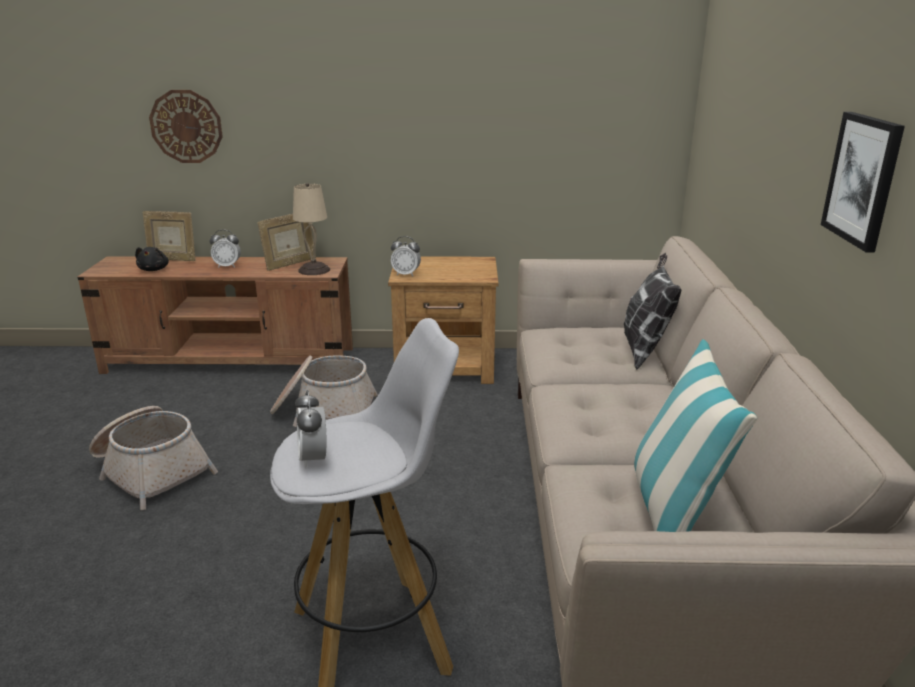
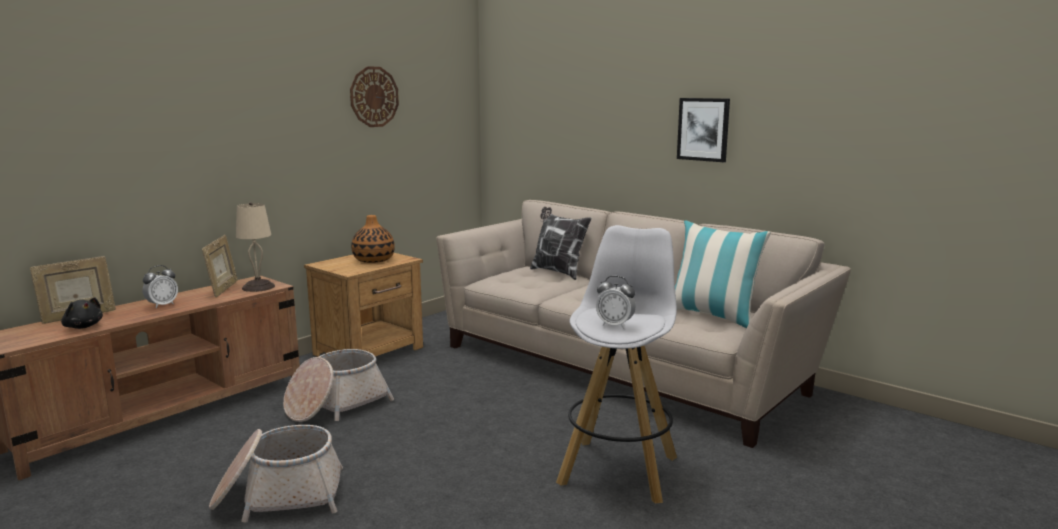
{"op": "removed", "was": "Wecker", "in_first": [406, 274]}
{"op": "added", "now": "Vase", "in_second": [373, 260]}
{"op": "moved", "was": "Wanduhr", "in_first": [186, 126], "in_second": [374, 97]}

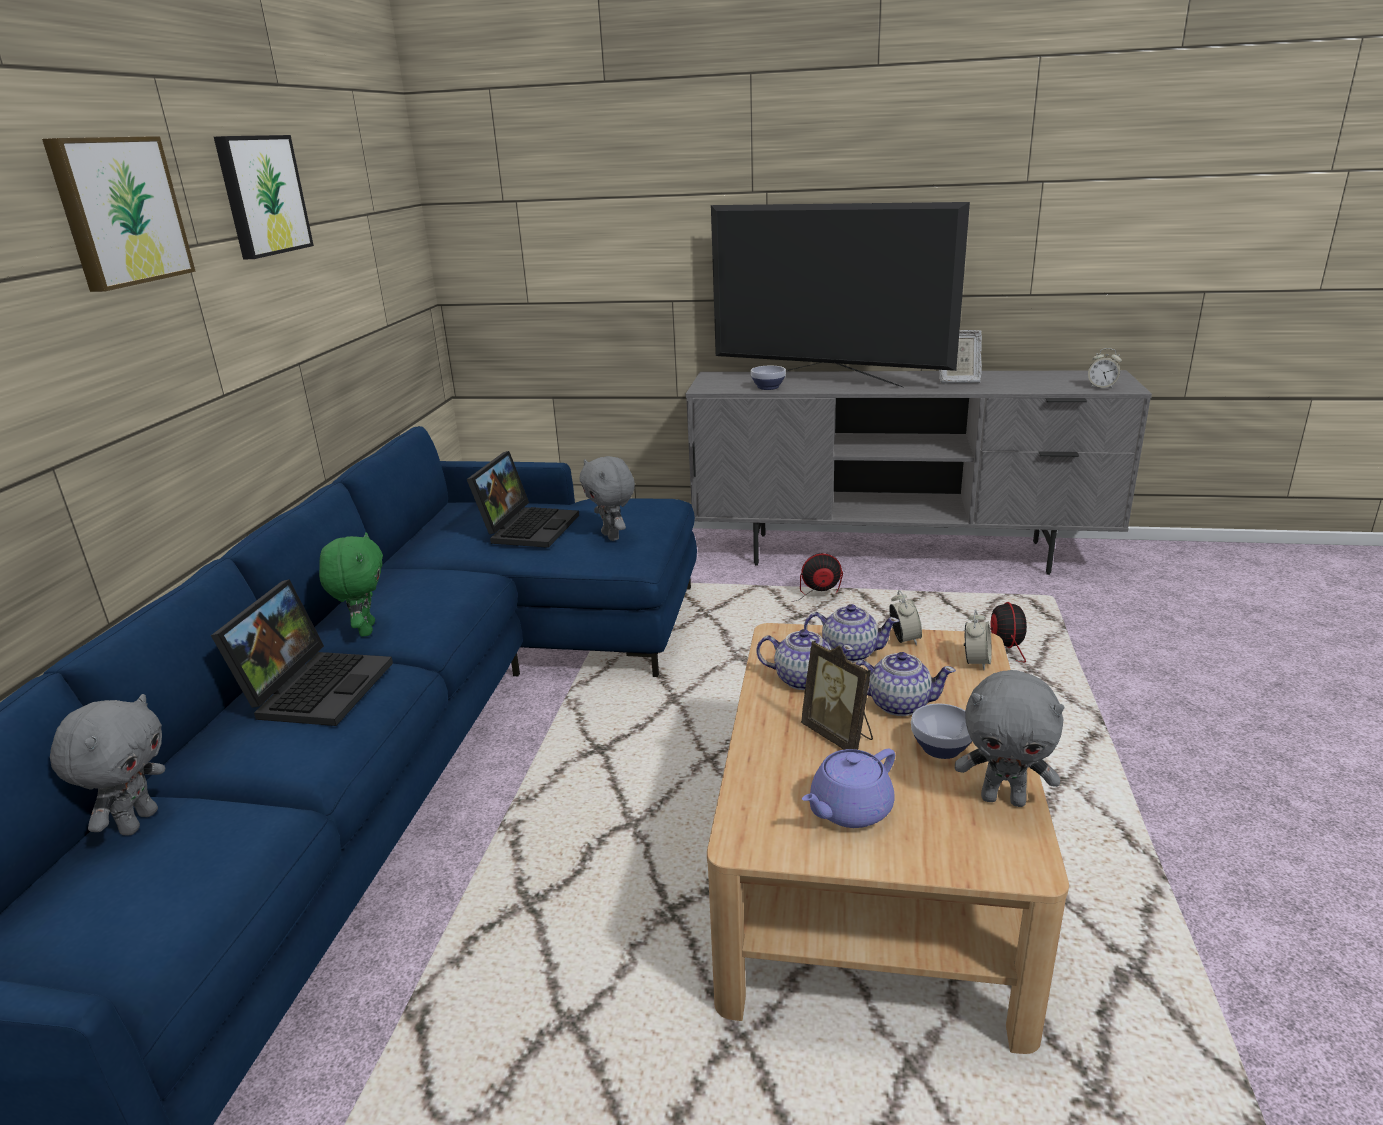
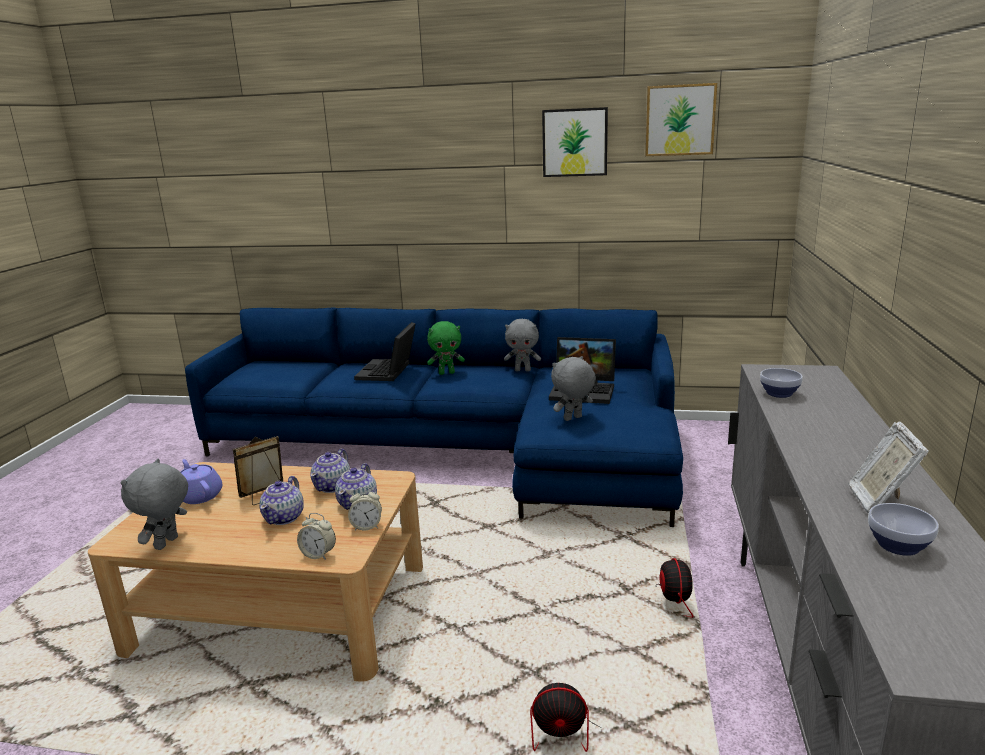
{"op": "removed", "was": "Fernseher", "in_first": [829, 381]}
{"op": "removed", "was": "Wecker", "in_first": [1102, 387]}
{"op": "moved", "was": "Bild", "in_first": [118, 211], "in_second": [679, 120]}
{"op": "moved", "was": "Plüschtier (grau)", "in_first": [137, 822], "in_second": [523, 370]}
{"op": "moved", "was": "Schüssel", "in_first": [940, 746], "in_second": [900, 545]}
{"op": "turned", "was": "Laptop", "in_first": [316, 687], "in_second": [388, 372], "clockwise": 90}

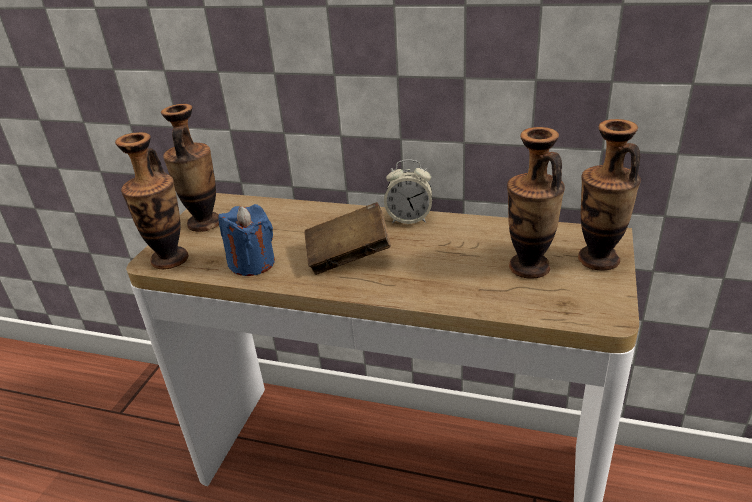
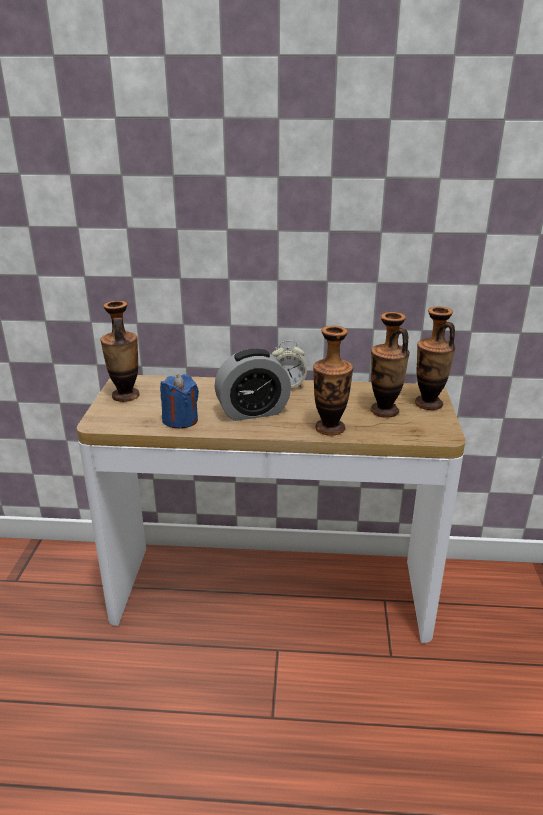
{"op": "moved", "was": "Vase", "in_first": [169, 259], "in_second": [330, 428]}
{"op": "replaced", "was": "Buch (braun)", "now": "Wecker", "in_first": [348, 256], "in_second": [253, 412]}

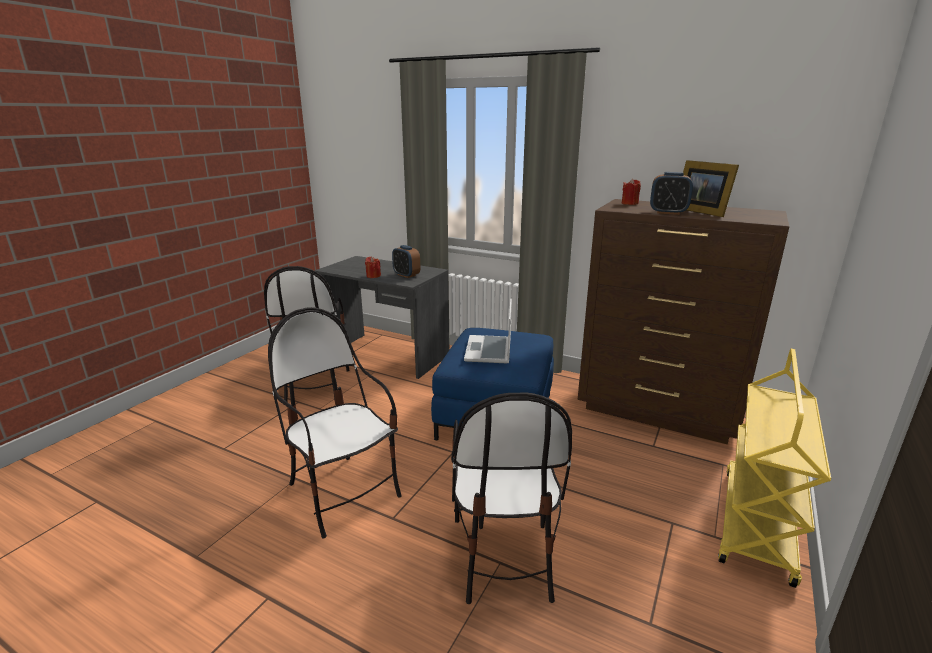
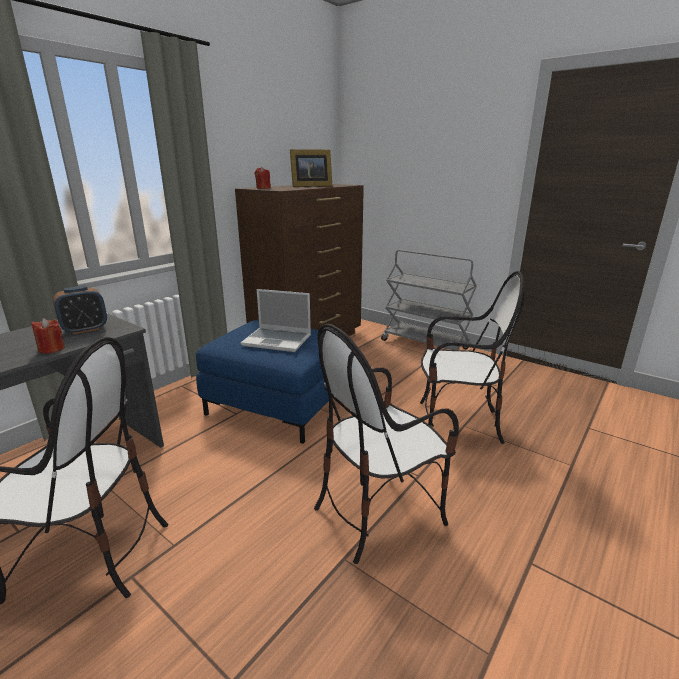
{"op": "removed", "was": "Wecker", "in_first": [668, 212]}
{"op": "recoloured", "was": "Rollwagen (gelb)", "now": "Rollwagen (grau)", "in_first": [757, 525], "in_second": [425, 344]}

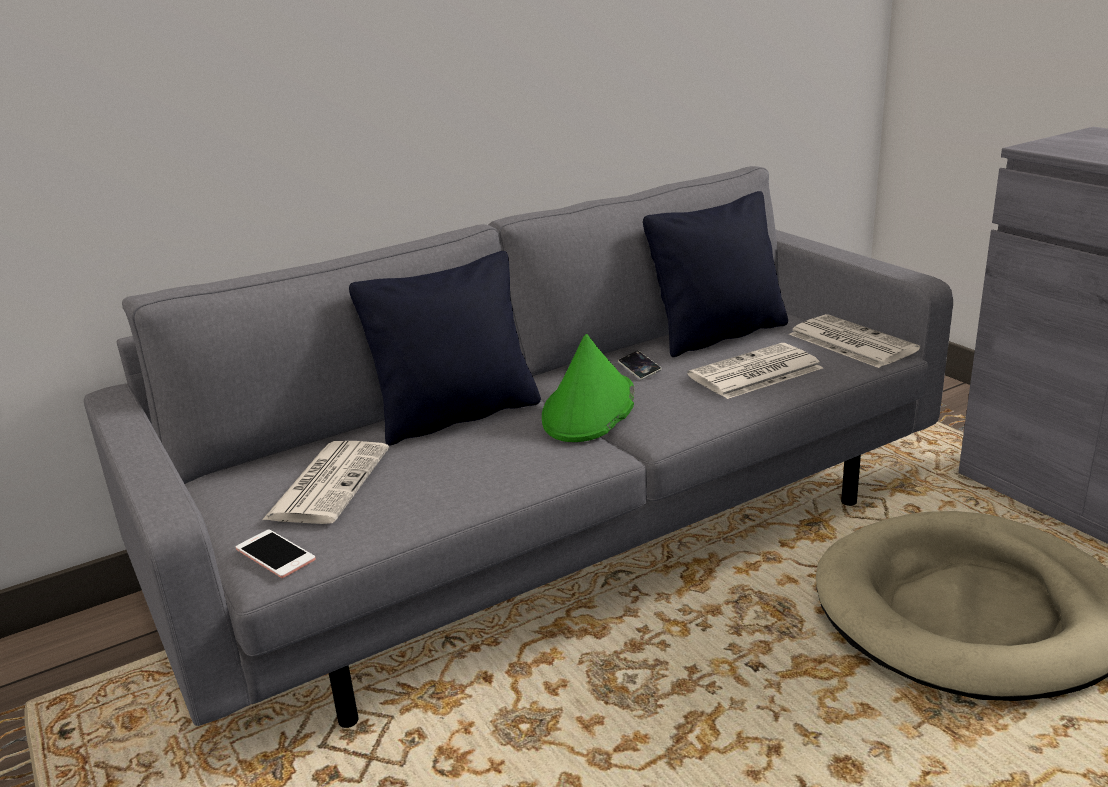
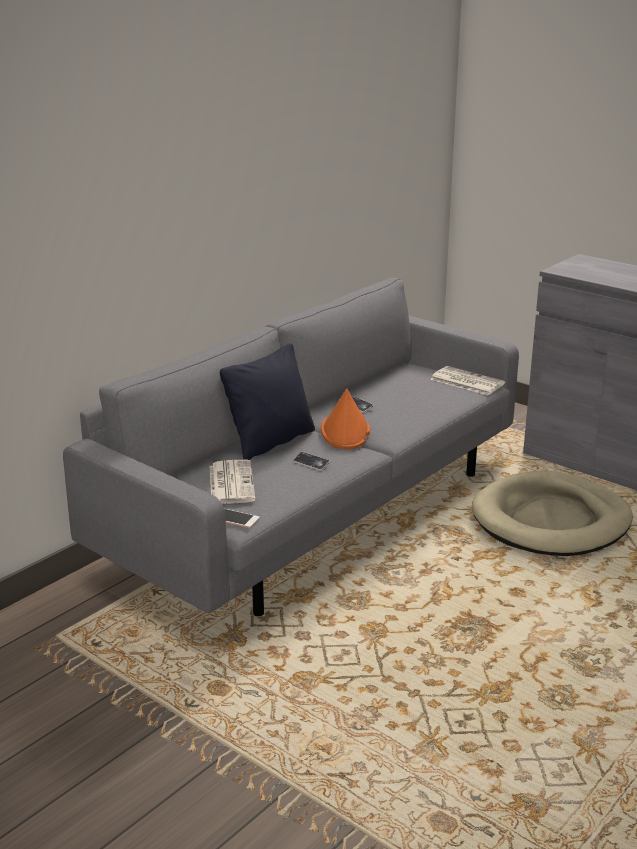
{"op": "removed", "was": "Kissen (schwarz)", "in_first": [718, 335]}
{"op": "removed", "was": "Zeitung", "in_first": [754, 373]}
{"op": "added", "now": "Handy", "in_second": [311, 463]}
{"op": "recoloured", "was": "Hut (grün)", "now": "Hut (orange)", "in_first": [589, 409], "in_second": [345, 431]}

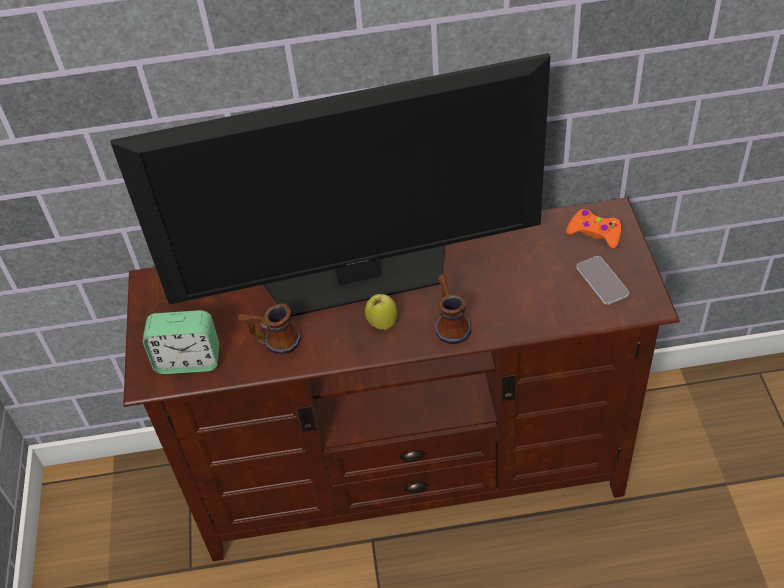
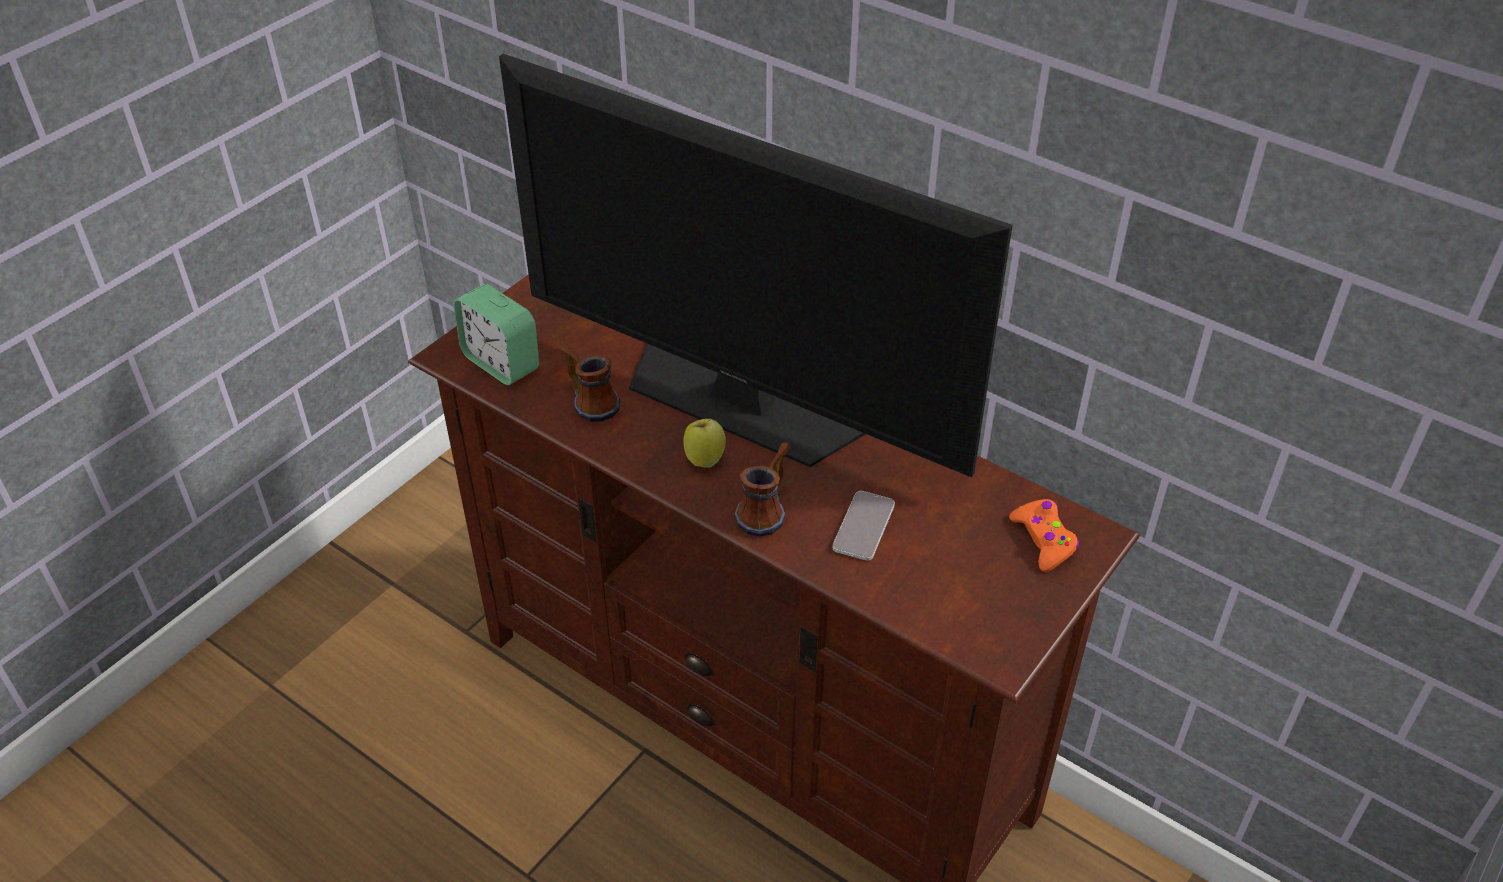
{"op": "moved", "was": "Handy", "in_first": [602, 281], "in_second": [863, 527]}

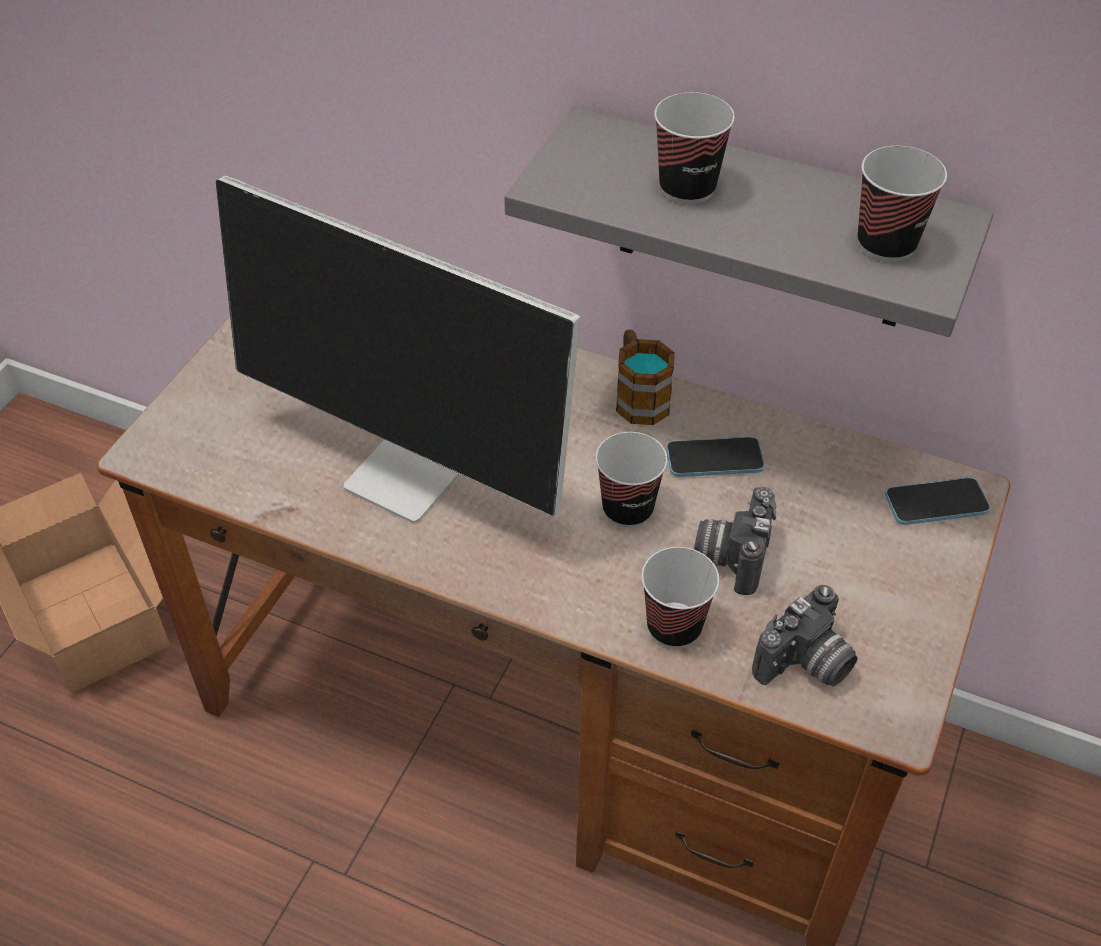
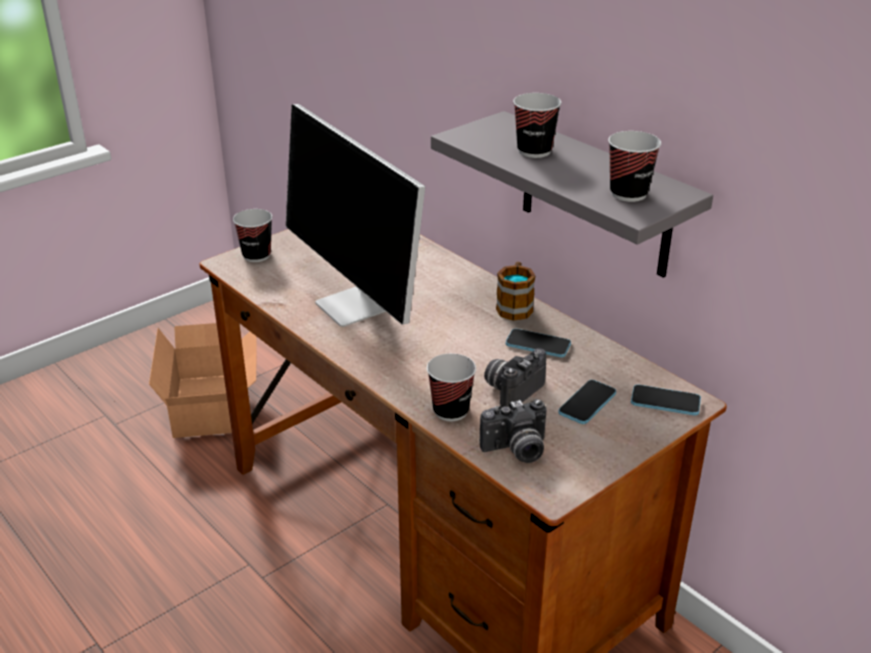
{"op": "added", "now": "Handy", "in_second": [587, 403]}
{"op": "moved", "was": "Tasse", "in_first": [627, 509], "in_second": [256, 255]}

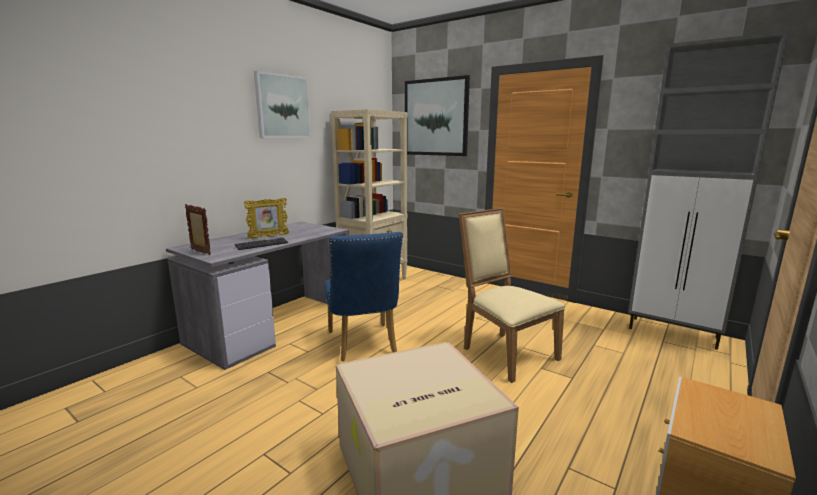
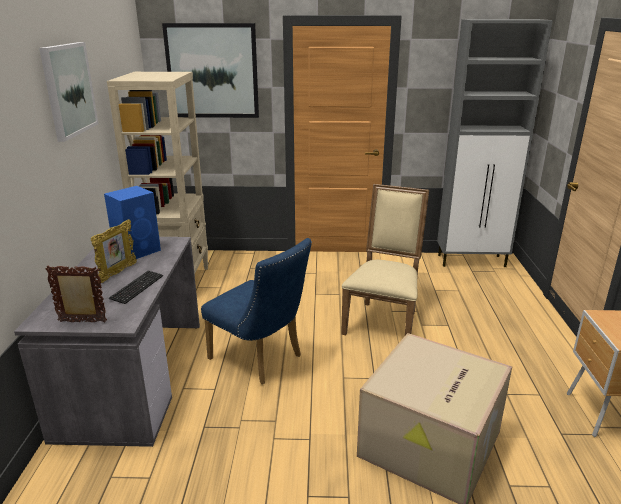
{"op": "added", "now": "Lautsprecher (blau)", "in_second": [138, 251]}
{"op": "turned", "was": "Stuhl (beige)", "in_first": [504, 352], "in_second": [383, 321], "clockwise": 90}

